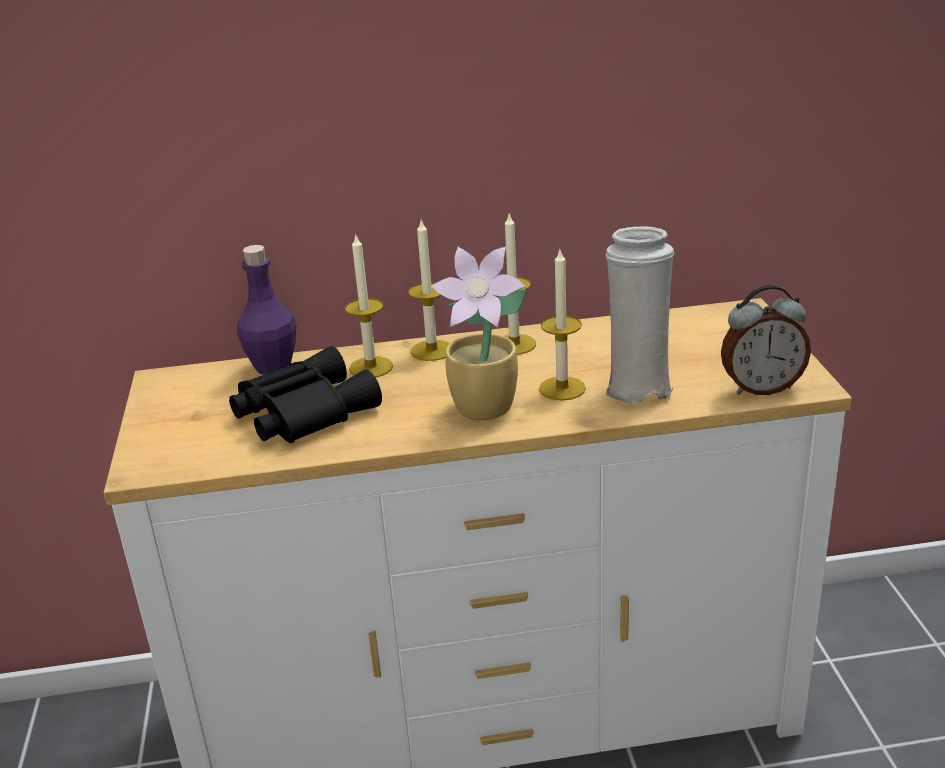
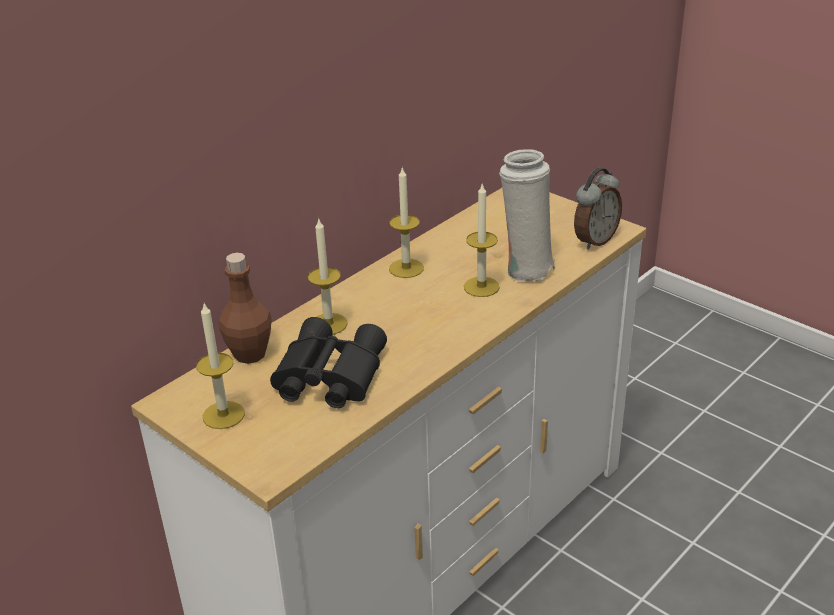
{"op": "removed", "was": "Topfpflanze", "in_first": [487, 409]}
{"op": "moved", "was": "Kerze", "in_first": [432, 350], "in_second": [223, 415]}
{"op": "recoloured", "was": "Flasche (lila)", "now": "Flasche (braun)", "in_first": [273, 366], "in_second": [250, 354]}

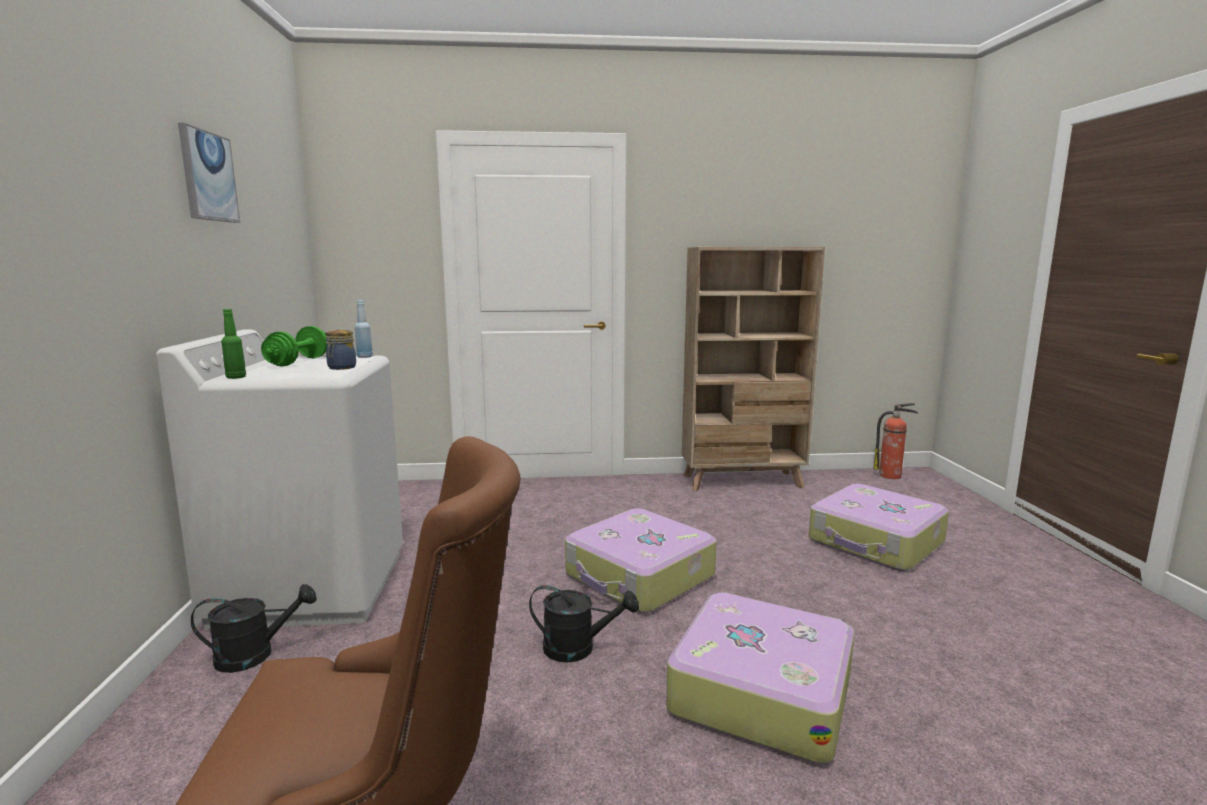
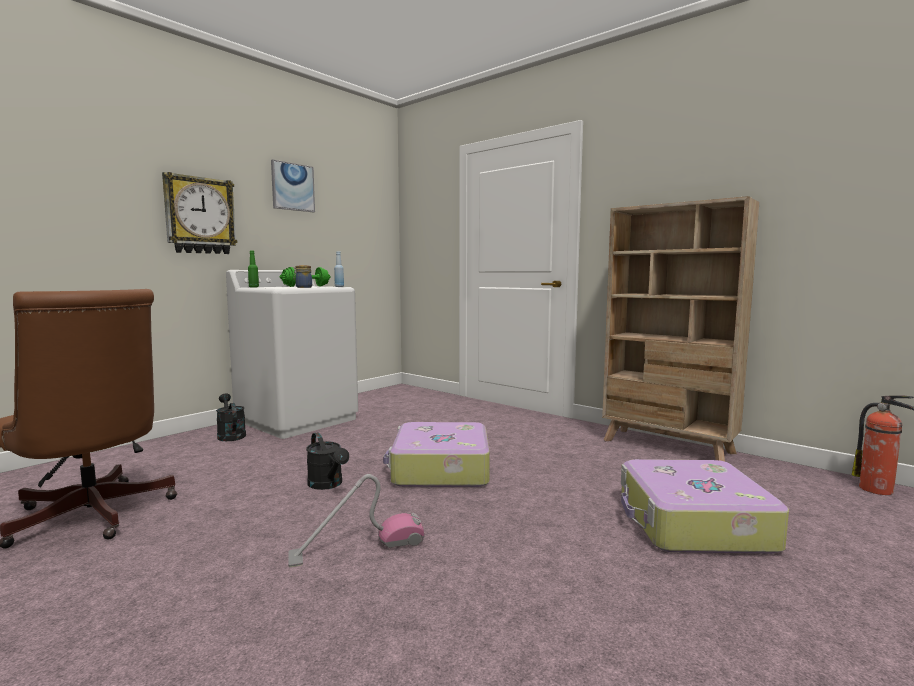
{"op": "added", "now": "Wanduhr", "in_second": [200, 215]}
{"op": "replaced", "was": "Koffer", "now": "Staubsauger", "in_first": [760, 691], "in_second": [358, 548]}
{"op": "turned", "was": "Gießkanne (schwarz)", "in_first": [255, 655], "in_second": [230, 435], "clockwise": -150}

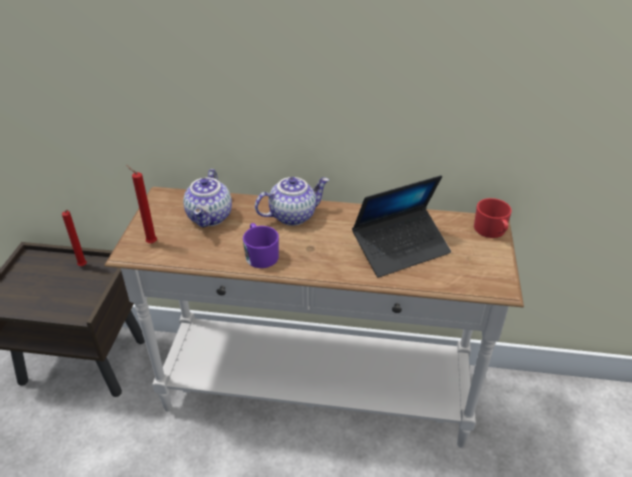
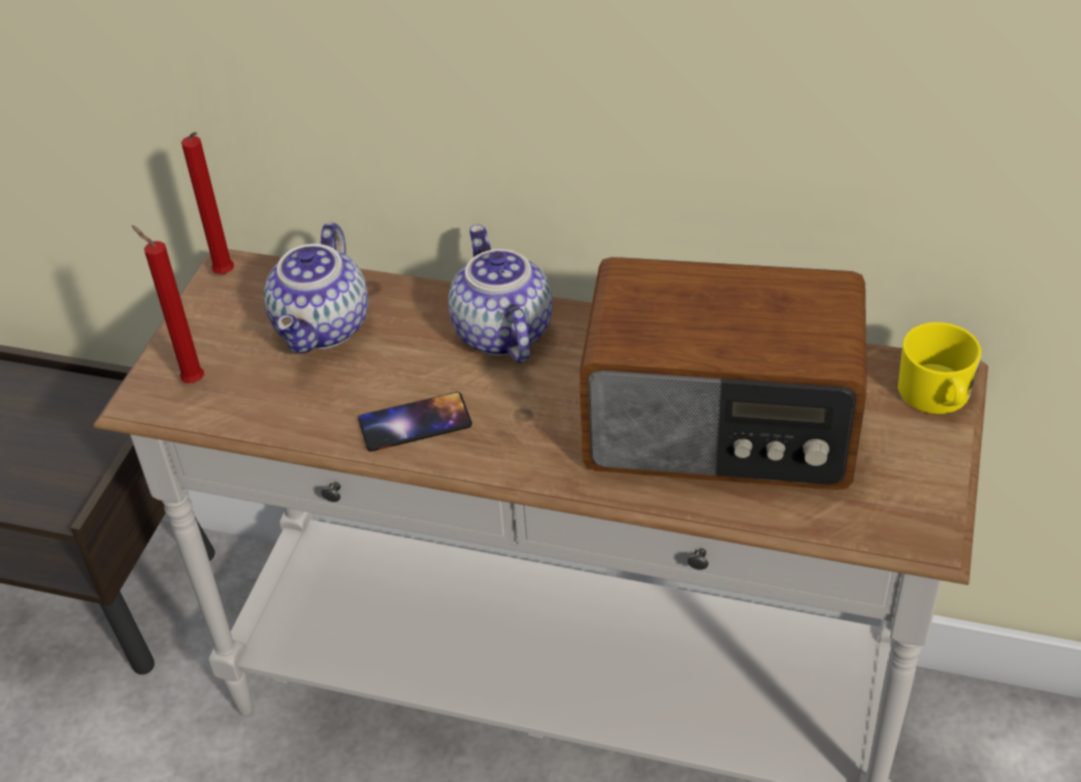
{"op": "moved", "was": "Kerze (rot)", "in_first": [83, 266], "in_second": [226, 276]}
{"op": "replaced", "was": "Henkelbecher (lila)", "now": "Handy", "in_first": [260, 254], "in_second": [415, 422]}
{"op": "replaced", "was": "Laptop", "now": "Radio", "in_first": [401, 248], "in_second": [721, 428]}
{"op": "recoloured", "was": "Henkelbecher (rot)", "now": "Henkelbecher (gelb)", "in_first": [491, 231], "in_second": [937, 397]}
{"op": "turned", "was": "Teekanne", "in_first": [292, 215], "in_second": [500, 333], "clockwise": -90}

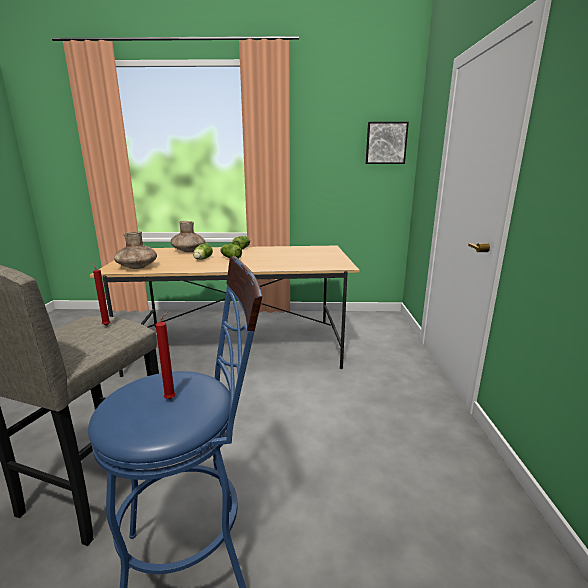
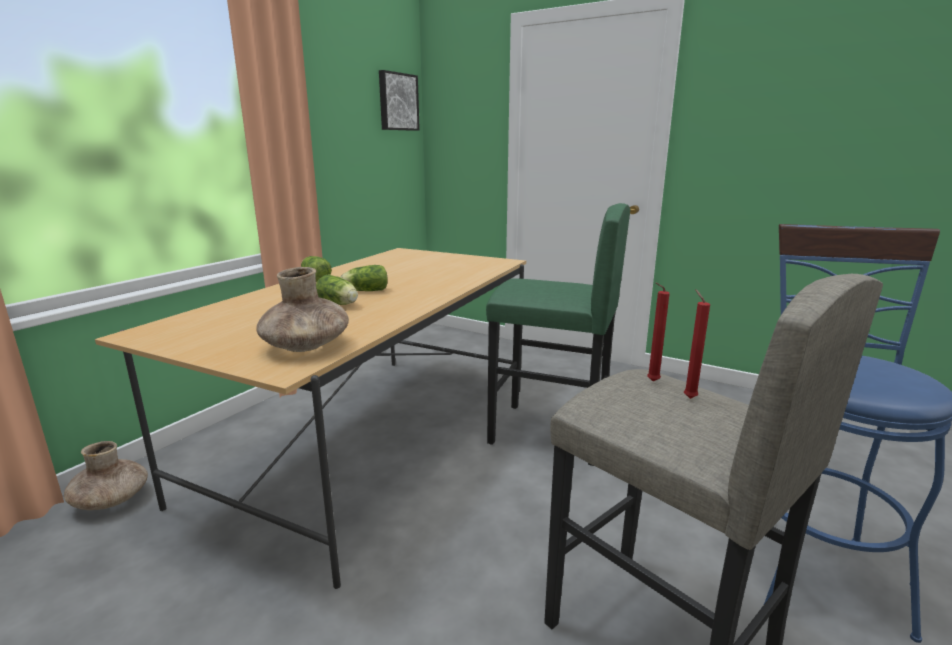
{"op": "added", "now": "Hocker (grün)", "in_second": [549, 434]}
{"op": "moved", "was": "Kerze (rot)", "in_first": [172, 398], "in_second": [688, 397]}
{"op": "moved", "was": "Vase (braun)", "in_first": [189, 251], "in_second": [111, 500]}

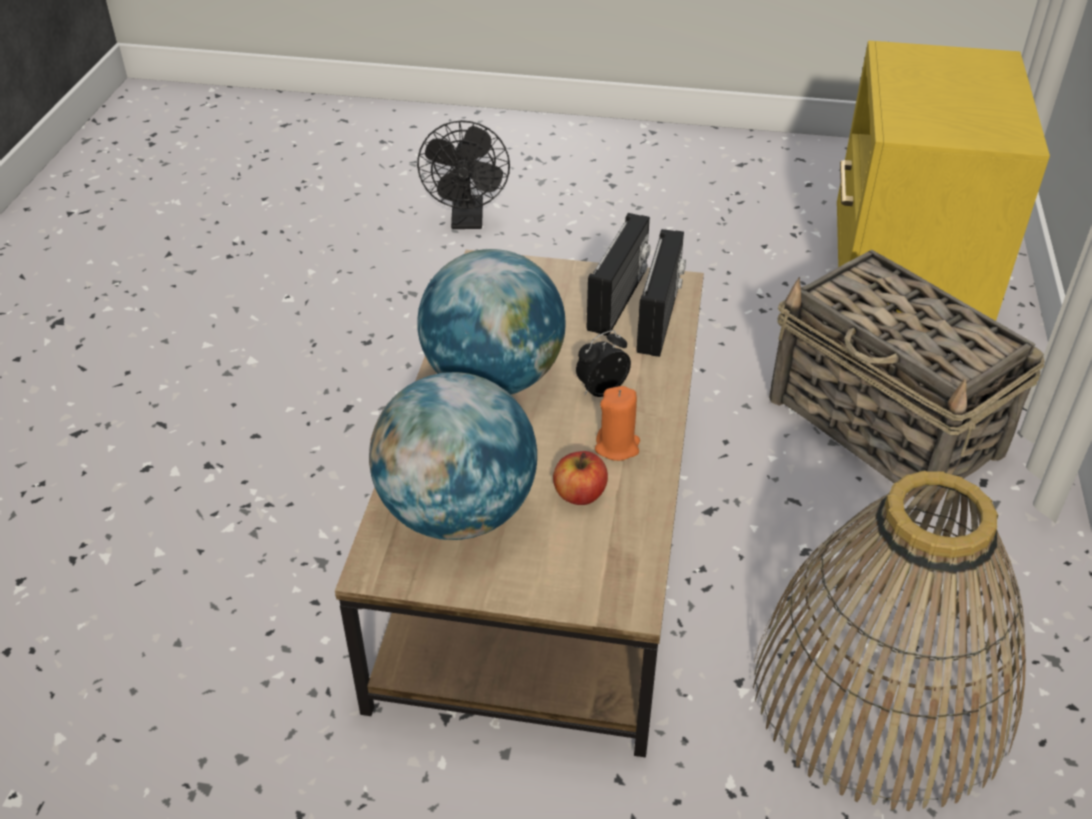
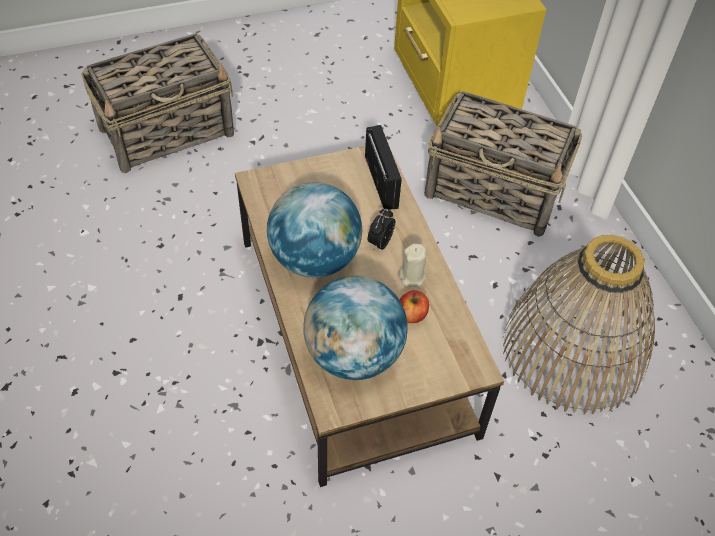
{"op": "removed", "was": "Radio", "in_first": [619, 300]}
{"op": "replaced", "was": "Ventilator (schwarz)", "now": "Korb", "in_first": [468, 221], "in_second": [168, 131]}
{"op": "recoloured", "was": "Kerze (orange)", "now": "Kerze (beige)", "in_first": [617, 446], "in_second": [412, 276]}

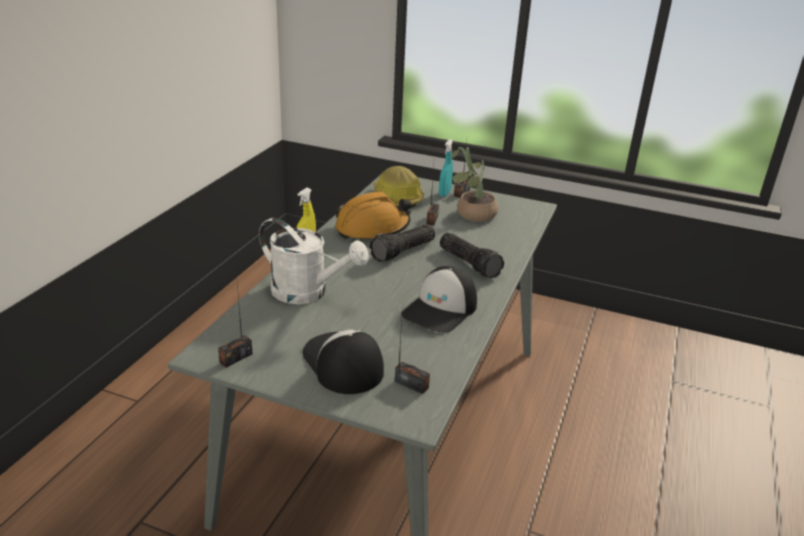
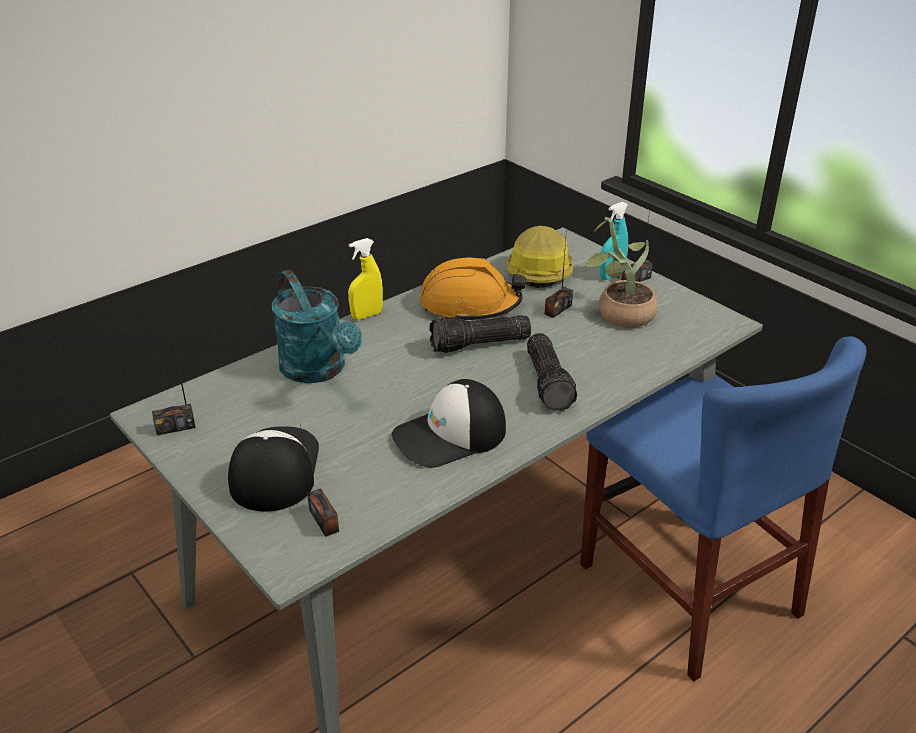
{"op": "added", "now": "Stuhl (blau)", "in_second": [687, 589]}
{"op": "recoloured", "was": "Gießkanne (weiß)", "now": "Gießkanne (türkis)", "in_first": [308, 293], "in_second": [319, 370]}

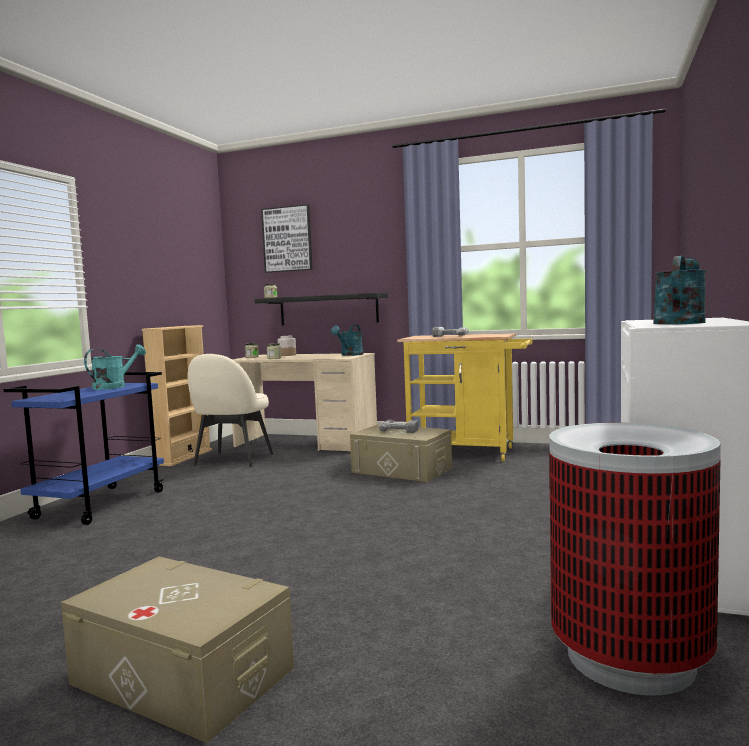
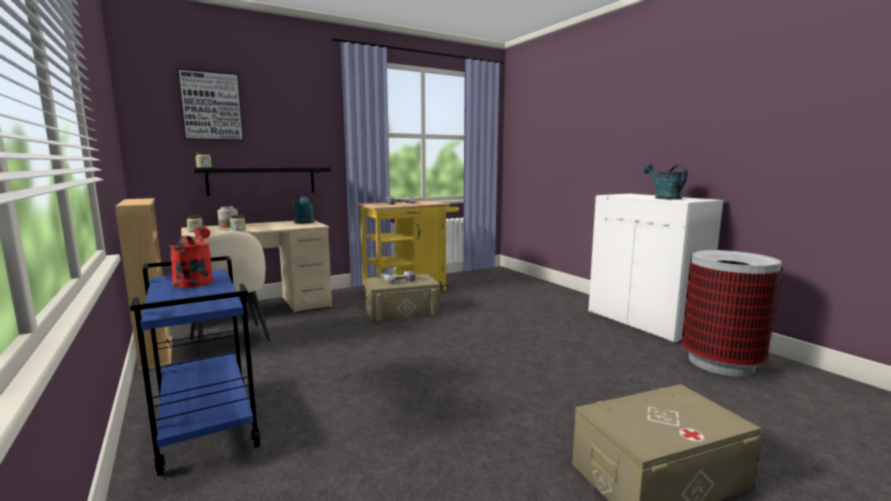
{"op": "recoloured", "was": "Gießkanne (türkis)", "now": "Gießkanne (rot)", "in_first": [114, 386], "in_second": [195, 280]}

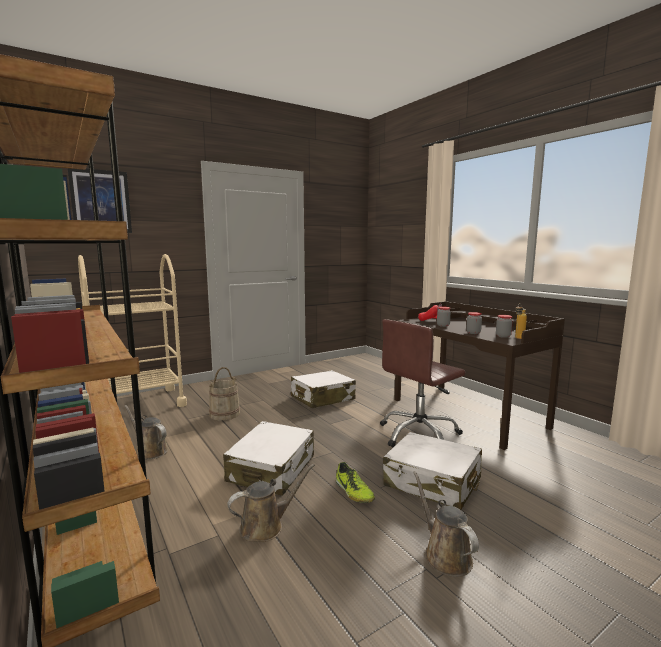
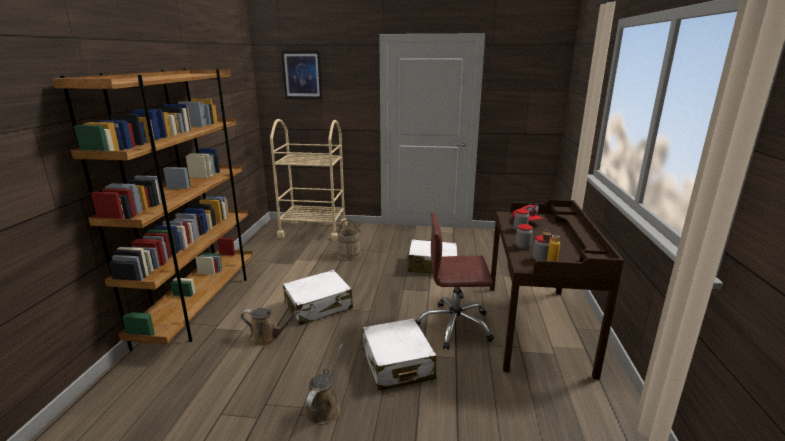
{"op": "removed", "was": "Gießkanne (braun)", "in_first": [150, 451]}
{"op": "removed", "was": "Schuh", "in_first": [353, 492]}

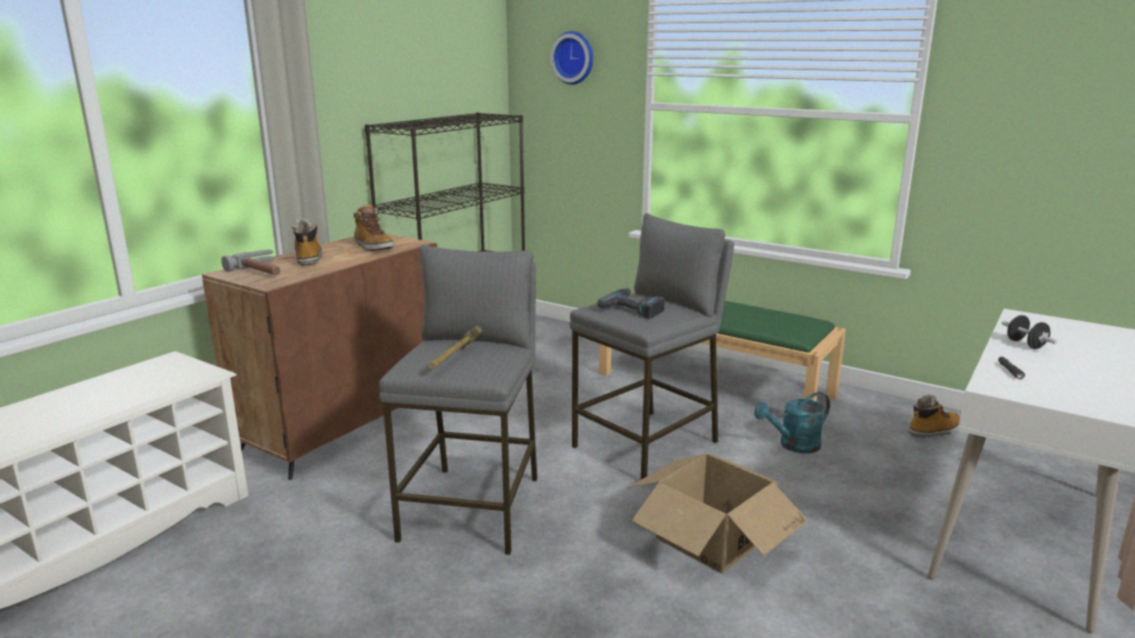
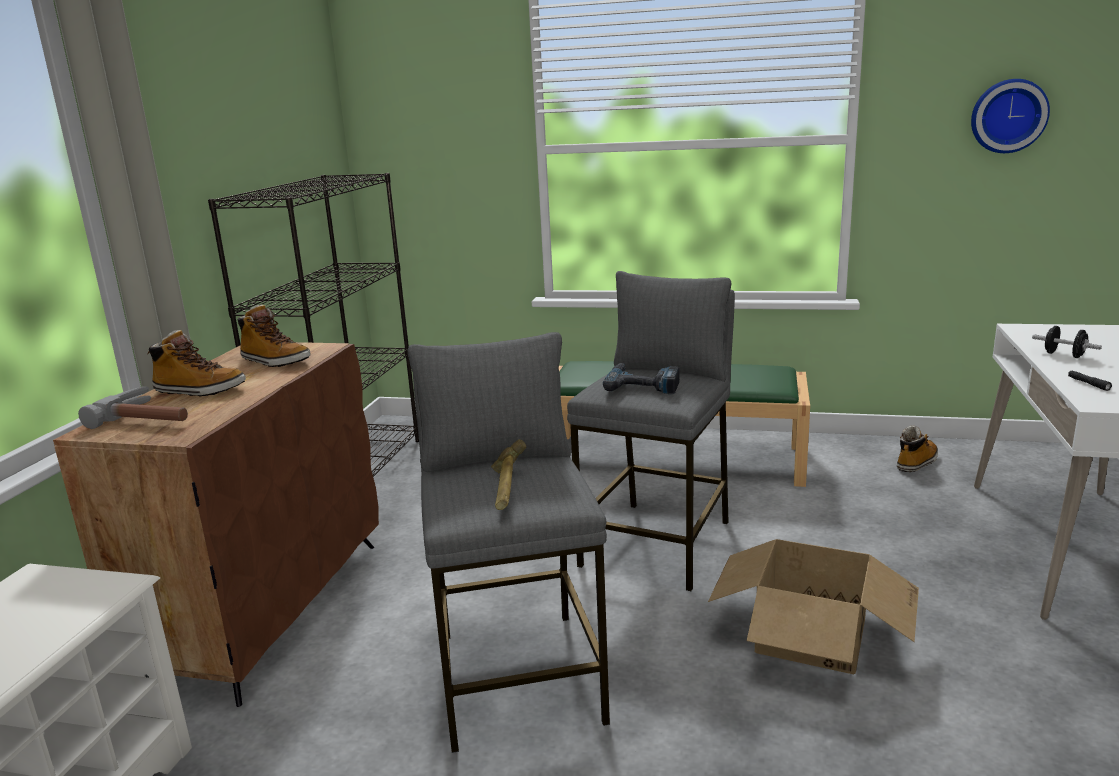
{"op": "removed", "was": "Gießkanne (türkis)", "in_first": [793, 446]}
{"op": "moved", "was": "Wanduhr", "in_first": [574, 58], "in_second": [1008, 116]}
{"op": "turned", "was": "Stiefel", "in_first": [308, 259], "in_second": [199, 391], "clockwise": 135}

